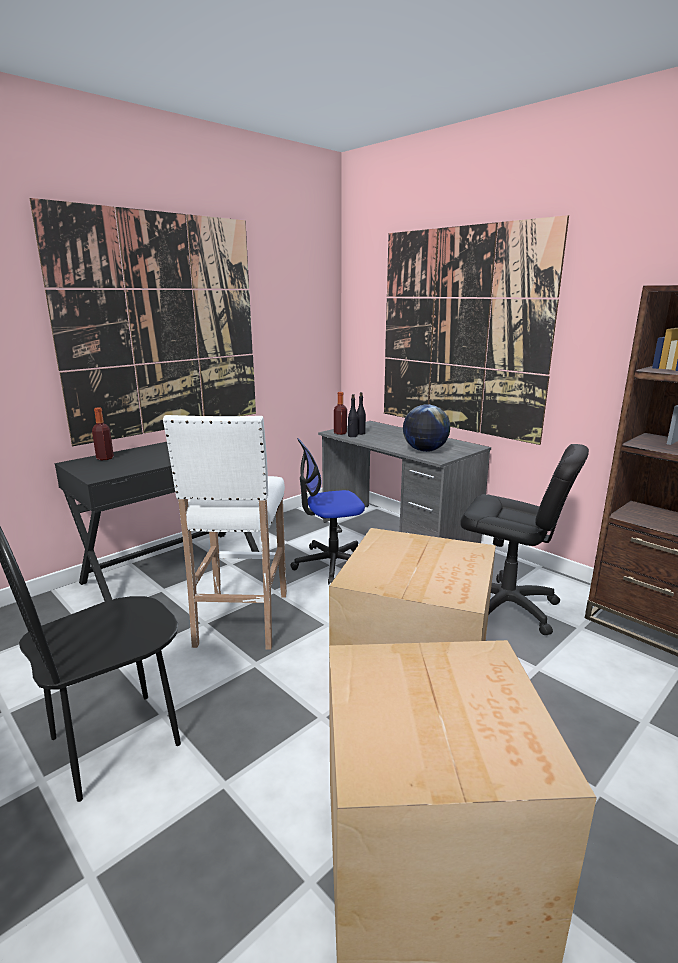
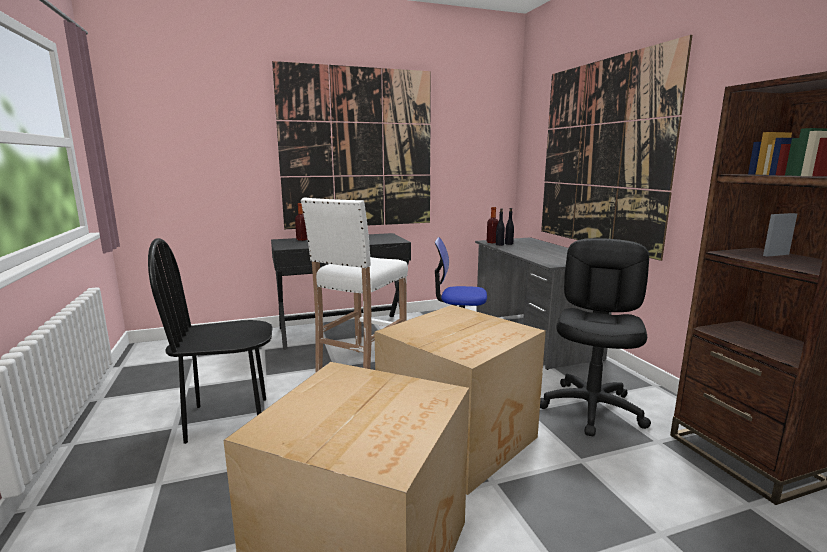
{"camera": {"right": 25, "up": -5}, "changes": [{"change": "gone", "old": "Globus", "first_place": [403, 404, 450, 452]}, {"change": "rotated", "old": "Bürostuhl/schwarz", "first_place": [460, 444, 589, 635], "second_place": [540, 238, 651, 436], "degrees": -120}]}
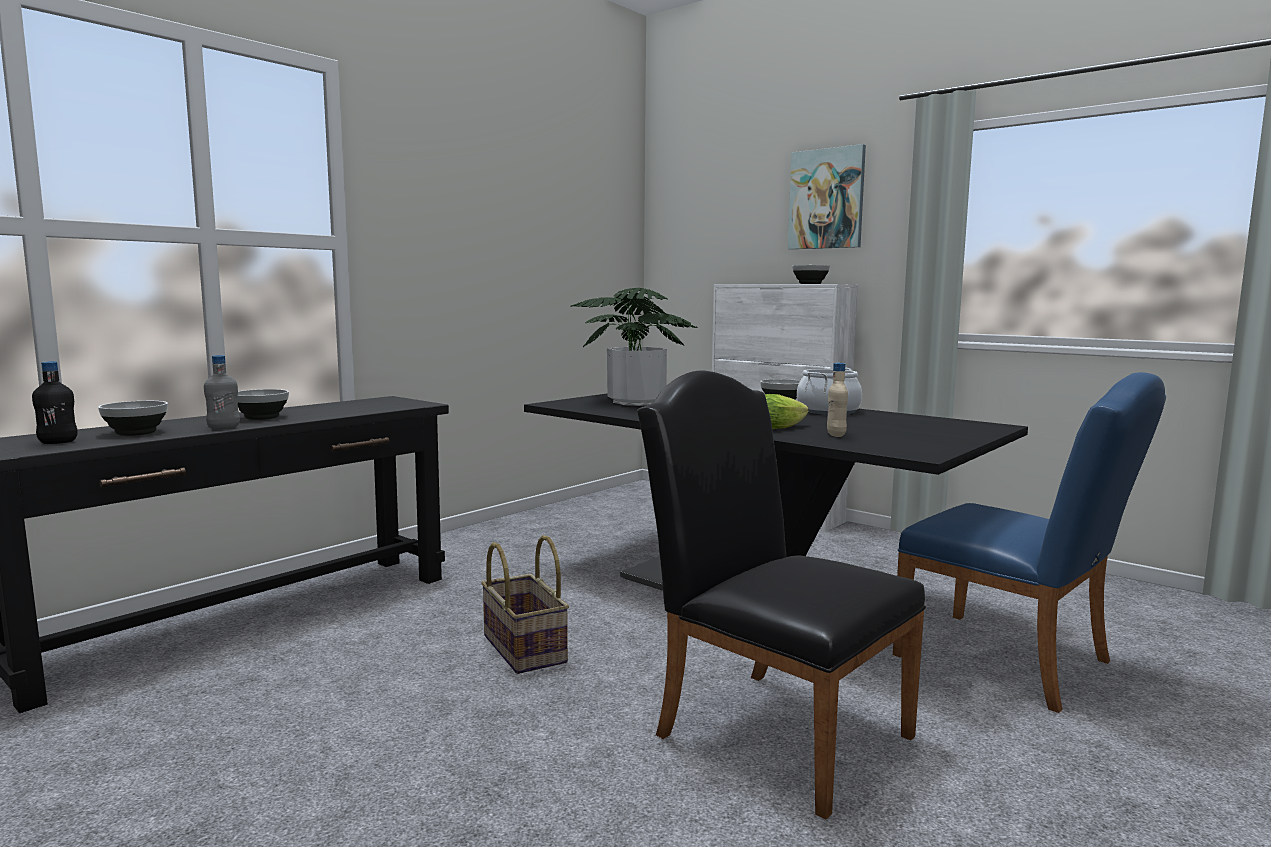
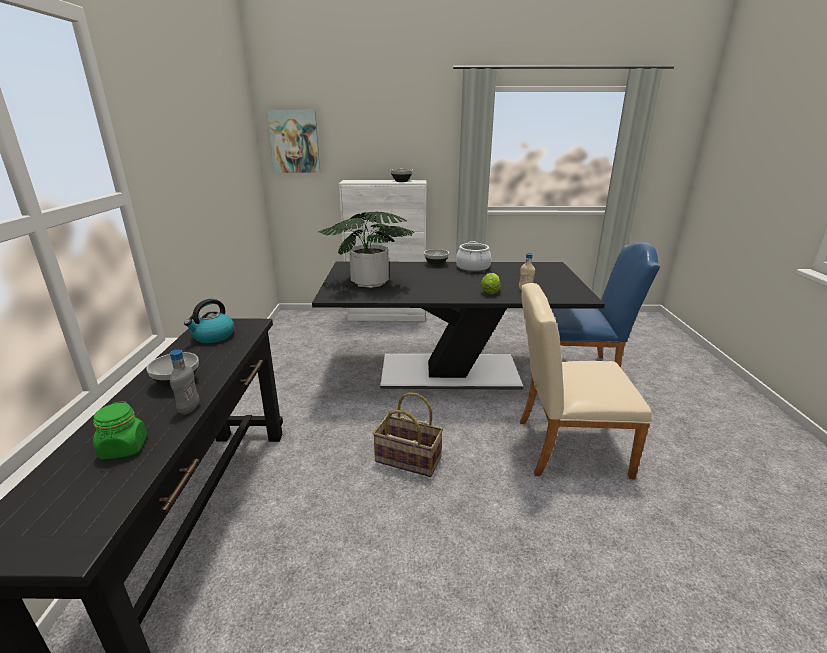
{"camera": {"right": -40, "up": 15}, "changes": [{"change": "shifted", "old": "Bild", "first_place": [788, 144, 866, 249], "second_place": [267, 110, 320, 173]}, {"change": "gone", "old": "Flasche/schwarz", "first_place": [32, 361, 78, 444]}, {"change": "repainted", "old": "Stuhl/schwarz", "new": "Stuhl/beige", "first_place": [637, 370, 926, 819], "second_place": [520, 283, 652, 479]}, {"change": "swapped", "old": "Schüssel", "new": "Vorratsglas/grün", "first_place": [98, 401, 168, 436], "second_place": [93, 401, 147, 459]}, {"change": "new", "new": "Wasserkessel", "second_place": [184, 299, 234, 343]}]}
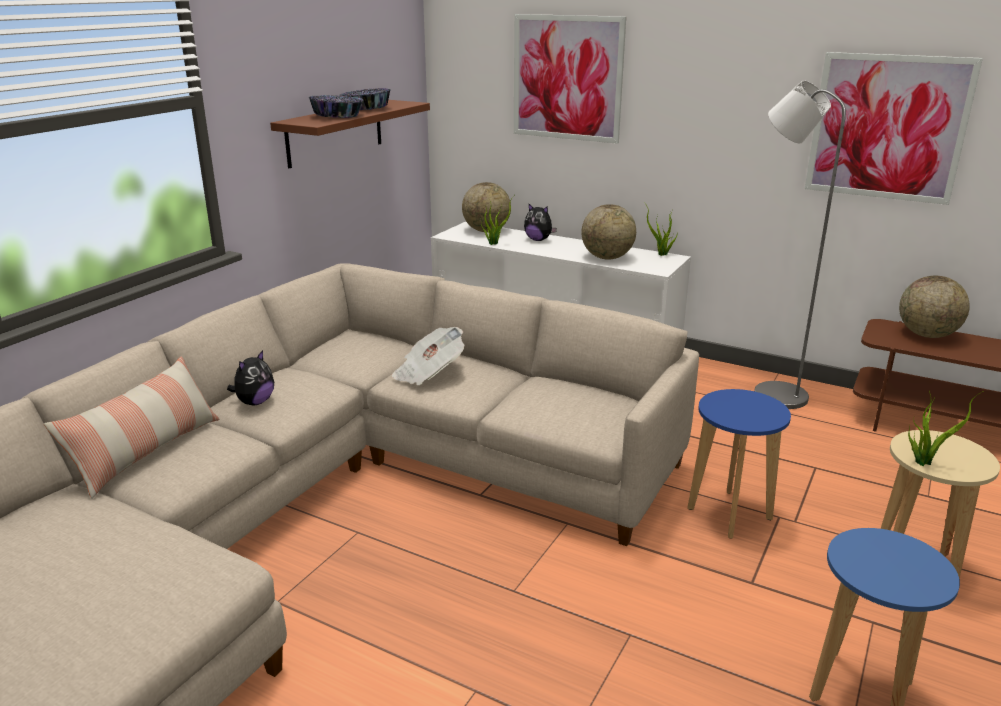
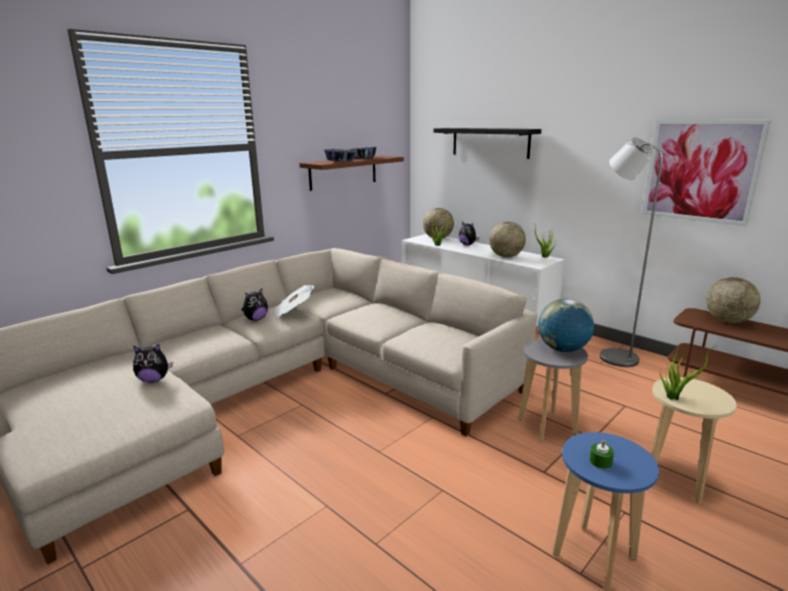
{"camera": {"right": 15, "up": -5}, "changes": [{"change": "swapped", "old": "Bild", "new": "Wandregal/schwarz", "first_place": [514, 14, 626, 144], "second_place": [433, 128, 541, 159]}, {"change": "shifted", "old": "Zeitung", "first_place": [392, 327, 464, 385], "second_place": [270, 285, 315, 317]}, {"change": "gone", "old": "Kissen", "first_place": [44, 357, 220, 499]}, {"change": "repainted", "old": "Hocker/blau", "new": "Hocker/grau", "first_place": [688, 389, 791, 538], "second_place": [518, 339, 588, 442]}, {"change": "new", "new": "Globus", "second_place": [538, 299, 594, 352]}, {"change": "new", "new": "Plüschtier", "second_place": [133, 344, 173, 383]}, {"change": "new", "new": "Kerze/grün", "second_place": [589, 440, 614, 469]}]}
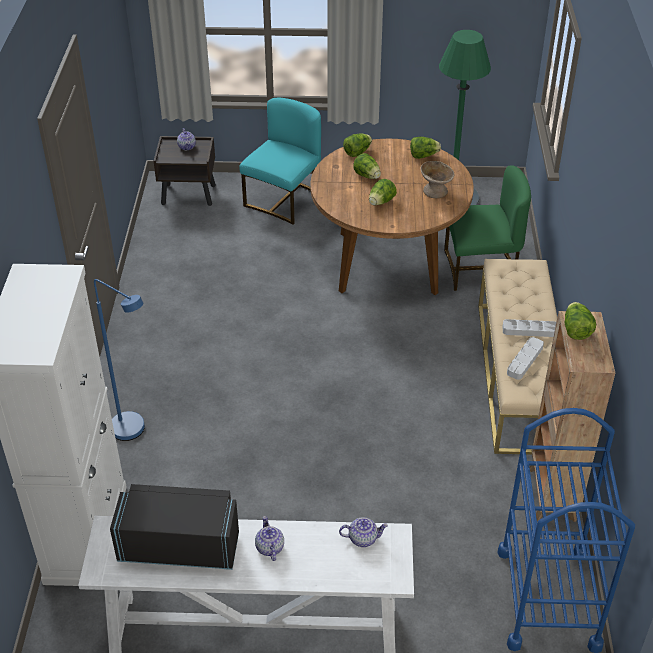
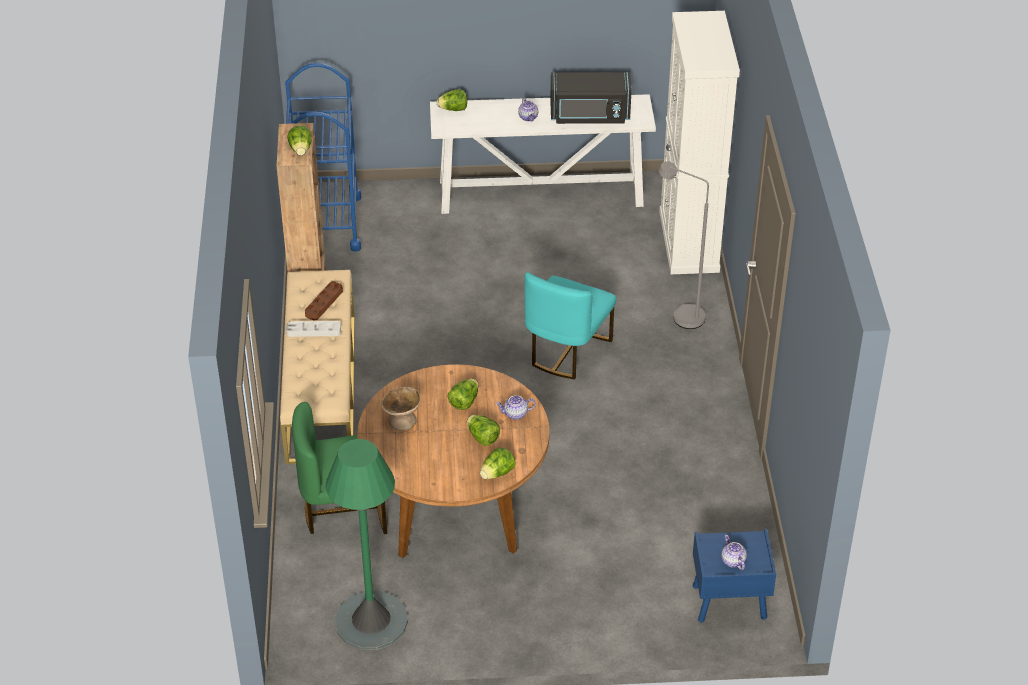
{"camera": {"right": 175, "up": 0}, "changes": [{"change": "shifted", "old": "Stuhl/türkis", "first_place": [239, 98, 321, 224], "second_place": [524, 272, 616, 379]}, {"change": "repainted", "old": "Nachttisch/braun", "new": "Nachttisch/blau", "first_place": [154, 136, 216, 206], "second_place": [693, 529, 776, 622]}, {"change": "shifted", "old": "Salatkopf", "first_place": [410, 137, 441, 159], "second_place": [437, 89, 467, 111]}, {"change": "repainted", "old": "Stehlampe/blau", "new": "Stehlampe/grau", "first_place": [94, 279, 145, 441], "second_place": [659, 161, 709, 329]}, {"change": "repainted", "old": "Tablett/grau", "new": "Tablett/braun", "first_place": [507, 337, 544, 380], "second_place": [305, 281, 343, 320]}, {"change": "shifted", "old": "Teekanne", "first_place": [339, 517, 388, 547], "second_place": [496, 395, 536, 420]}]}
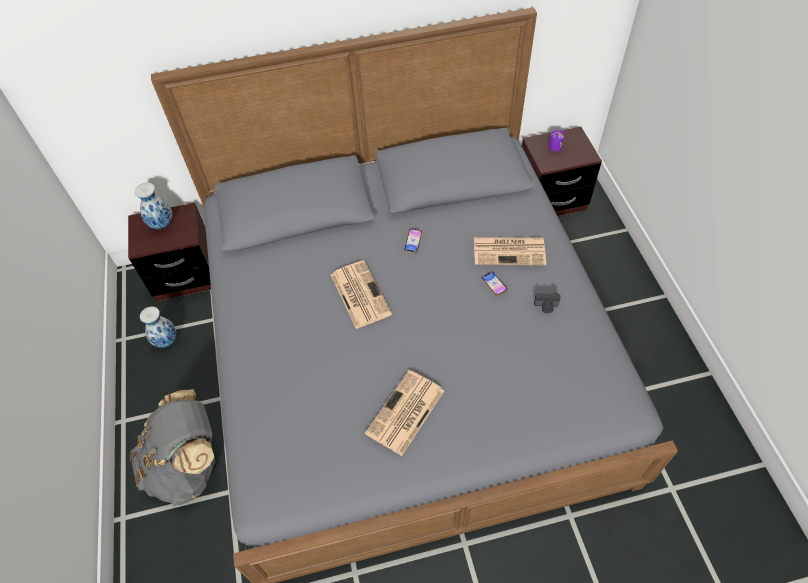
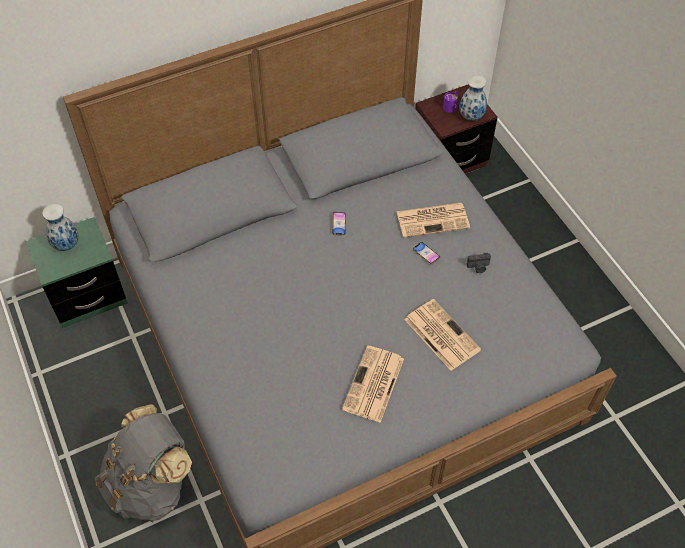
{"camera": {"right": -15, "up": 0}, "changes": [{"change": "repainted", "old": "Nachttisch/braun", "new": "Nachttisch/grün", "first_place": [128, 203, 211, 301], "second_place": [26, 217, 128, 328]}, {"change": "shifted", "old": "Zeitung", "first_place": [331, 260, 392, 329], "second_place": [404, 299, 481, 371]}, {"change": "shifted", "old": "Vase", "first_place": [140, 307, 177, 348], "second_place": [459, 75, 487, 121]}]}
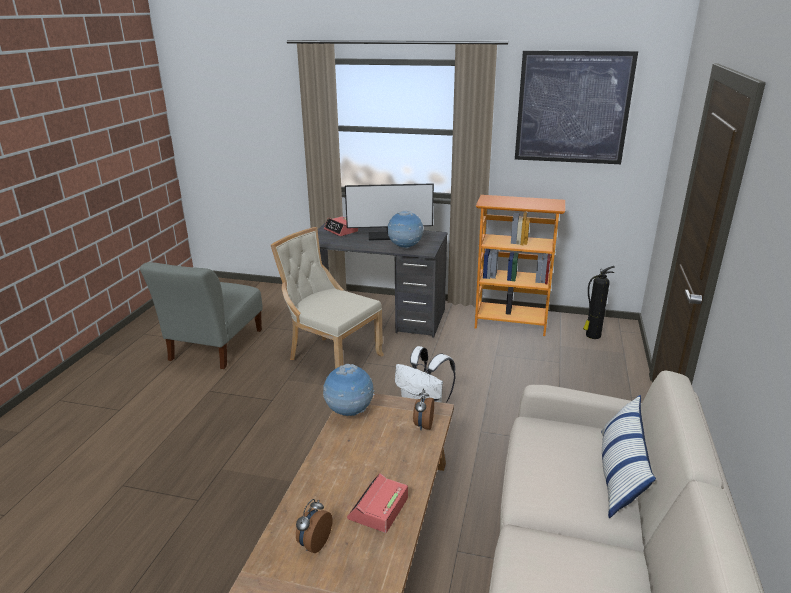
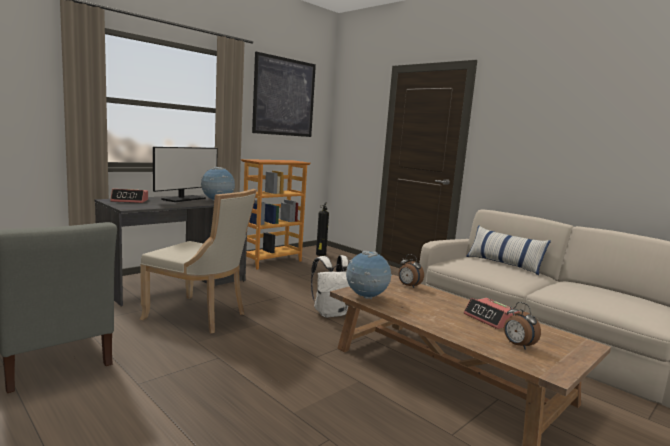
{"camera": {"right": -60, "up": -15}, "changes": [{"change": "rotated", "old": "Stuhl/beige", "first_place": [271, 227, 384, 369], "second_place": [140, 189, 257, 333], "degrees": -135}]}
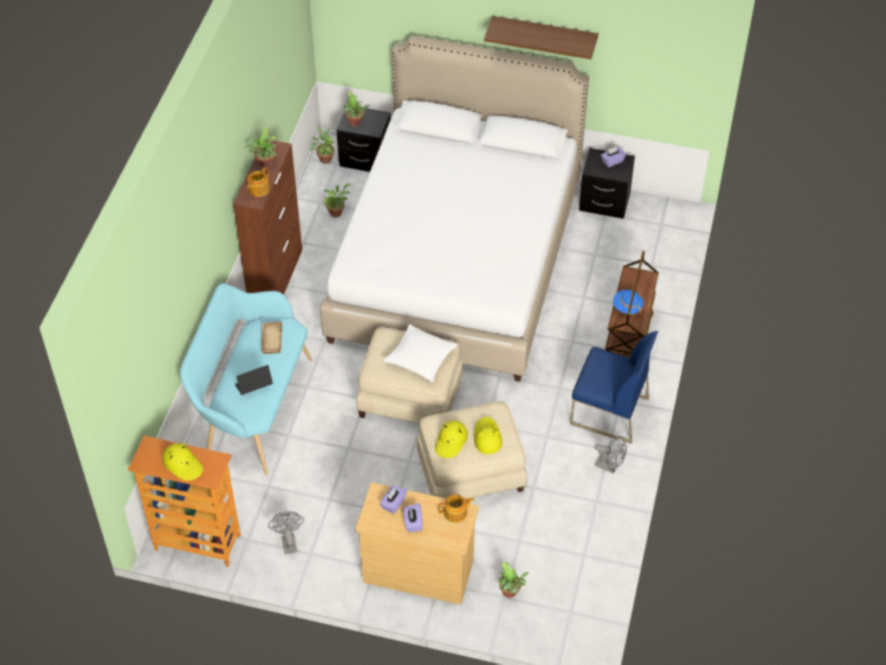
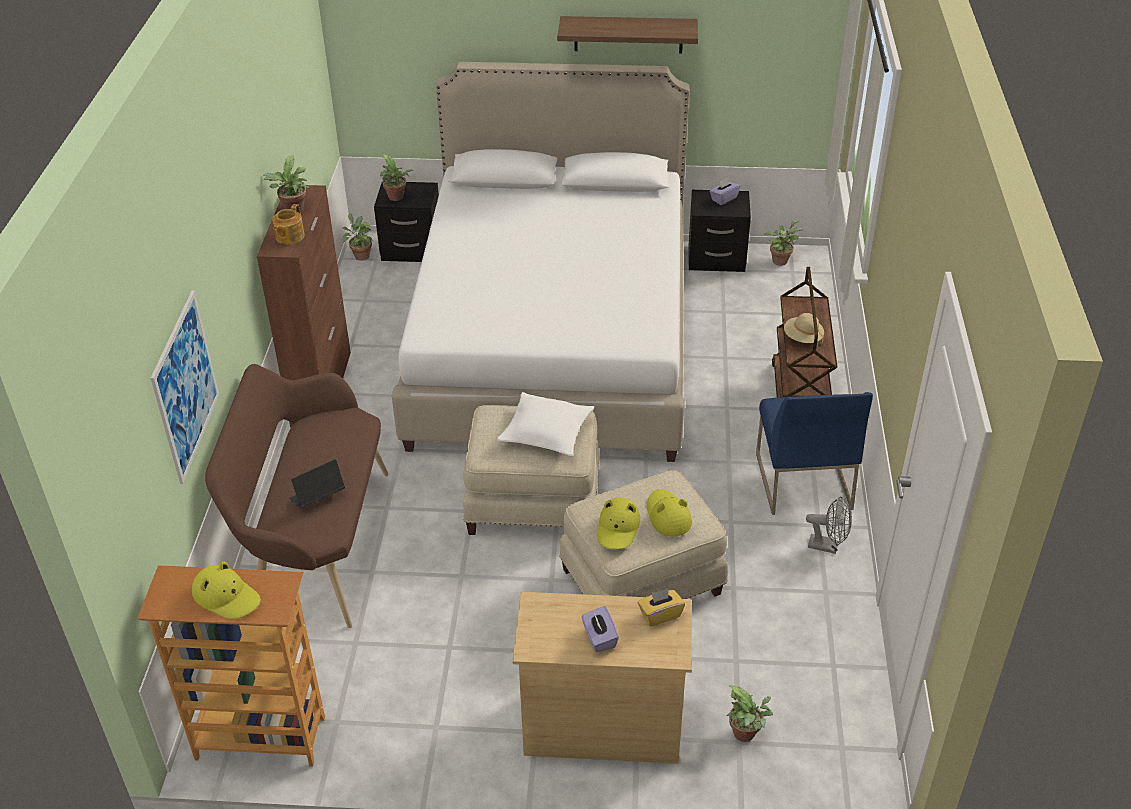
{"camera": {"right": -10, "up": -10}, "changes": [{"change": "shifted", "old": "Topfpflanze", "first_place": [323, 183, 351, 217], "second_place": [764, 220, 803, 266]}, {"change": "repainted", "old": "Bank/türkis", "new": "Bank/braun", "first_place": [180, 283, 312, 475], "second_place": [205, 364, 388, 628]}, {"change": "repainted", "old": "Hut/blau", "new": "Hut/beige", "first_place": [613, 290, 643, 314], "second_place": [784, 313, 824, 344]}, {"change": "gone", "old": "Tablett/beige", "first_place": [261, 321, 282, 354]}, {"change": "rotated", "old": "Stuhl/blau", "first_place": [570, 331, 658, 444], "second_place": [756, 392, 873, 515], "degrees": 75}, {"change": "gone", "old": "Taschentuchbox/lila", "first_place": [380, 485, 407, 514]}, {"change": "swapped", "old": "Teekanne", "new": "Taschentuchbox/gelb", "first_place": [438, 494, 474, 523], "second_place": [638, 589, 685, 627]}, {"change": "gone", "old": "Ventilator/grau", "first_place": [268, 512, 304, 554]}, {"change": "new", "new": "Bild", "second_place": [151, 290, 219, 484]}]}
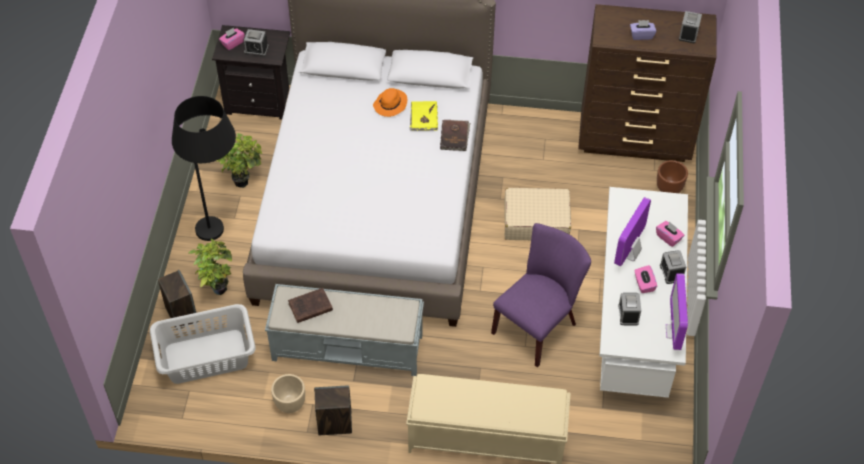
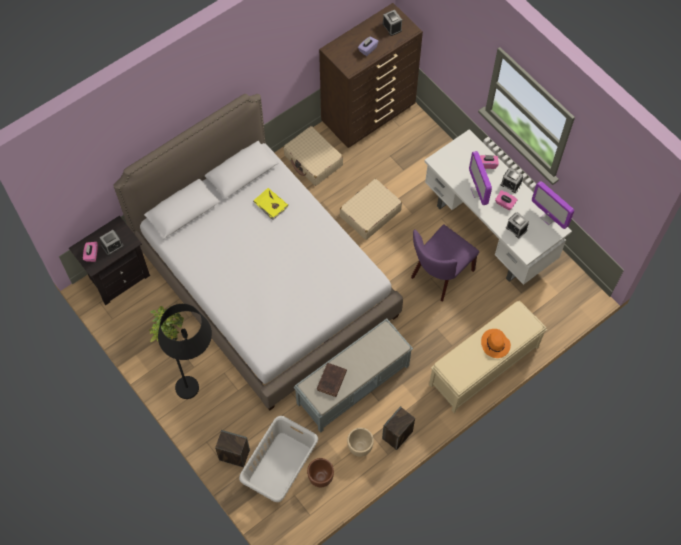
{"camera": {"right": -45, "up": 10}, "changes": [{"change": "shifted", "old": "Hut/orange", "first_place": [373, 88, 407, 117], "second_place": [481, 329, 511, 358]}, {"change": "gone", "old": "Buch/braun", "first_place": [440, 120, 470, 151]}, {"change": "shifted", "old": "Pflanzkübel/braun", "first_place": [657, 160, 688, 193], "second_place": [307, 458, 334, 487]}, {"change": "rotated", "old": "Stuhl/lila", "first_place": [491, 223, 591, 368], "second_place": [411, 224, 479, 301], "degrees": -135}, {"change": "gone", "old": "Topfpflanze", "first_place": [188, 239, 232, 295]}, {"change": "new", "new": "Koffer/beige", "second_place": [283, 126, 343, 186]}]}
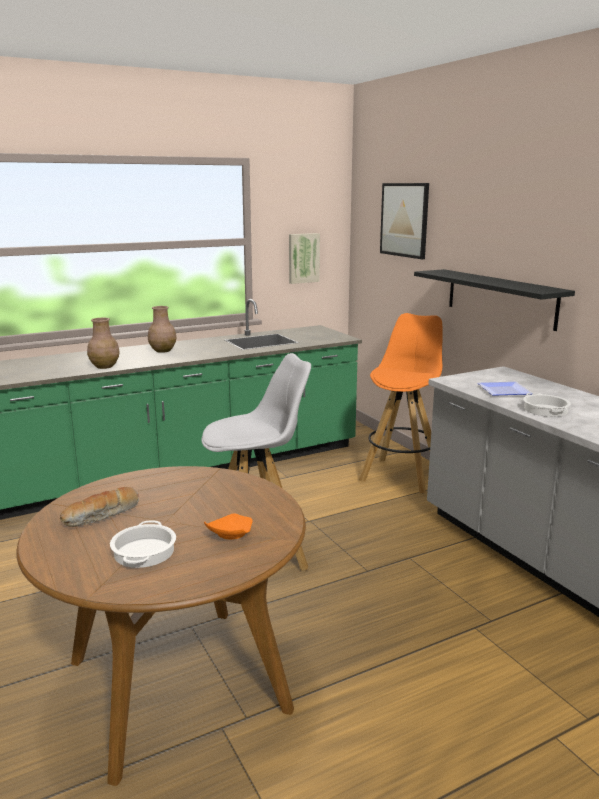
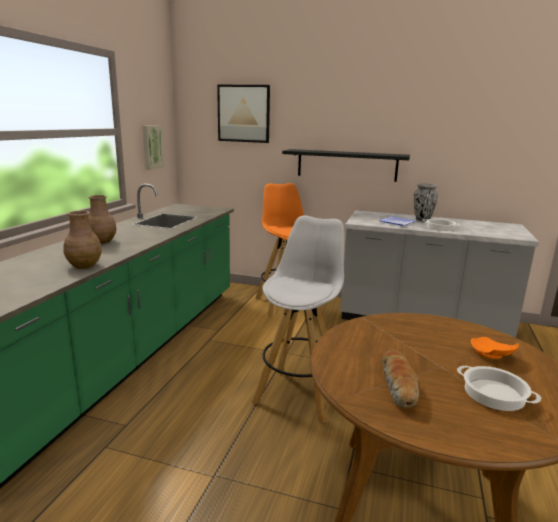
{"camera": {"right": -45, "up": 0}, "changes": [{"change": "new", "new": "Vase", "second_place": [414, 183, 438, 221]}]}
